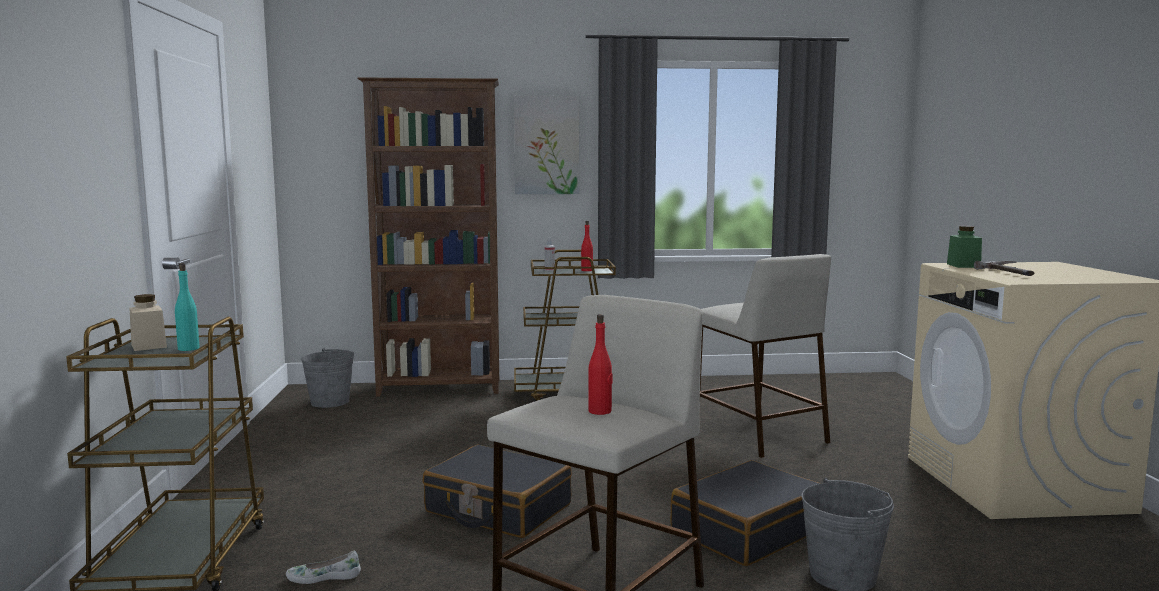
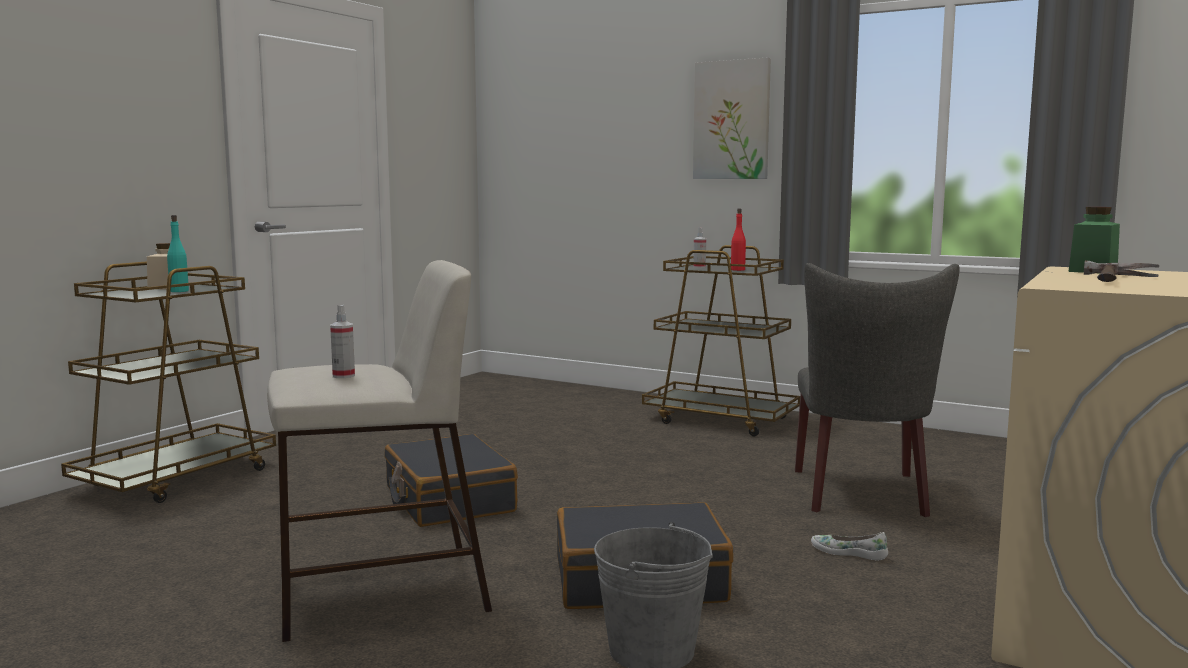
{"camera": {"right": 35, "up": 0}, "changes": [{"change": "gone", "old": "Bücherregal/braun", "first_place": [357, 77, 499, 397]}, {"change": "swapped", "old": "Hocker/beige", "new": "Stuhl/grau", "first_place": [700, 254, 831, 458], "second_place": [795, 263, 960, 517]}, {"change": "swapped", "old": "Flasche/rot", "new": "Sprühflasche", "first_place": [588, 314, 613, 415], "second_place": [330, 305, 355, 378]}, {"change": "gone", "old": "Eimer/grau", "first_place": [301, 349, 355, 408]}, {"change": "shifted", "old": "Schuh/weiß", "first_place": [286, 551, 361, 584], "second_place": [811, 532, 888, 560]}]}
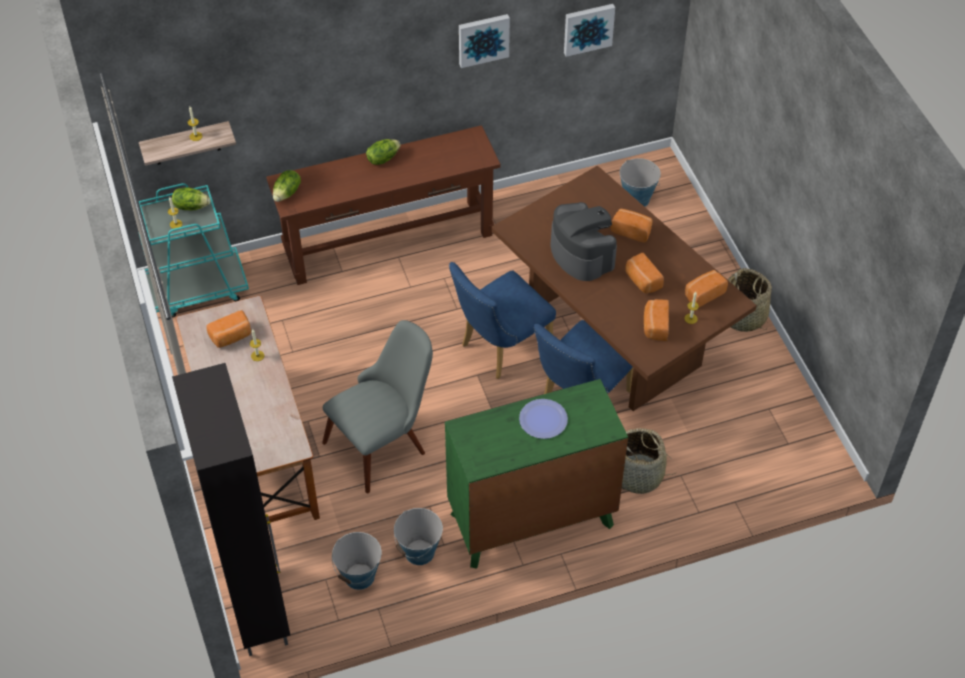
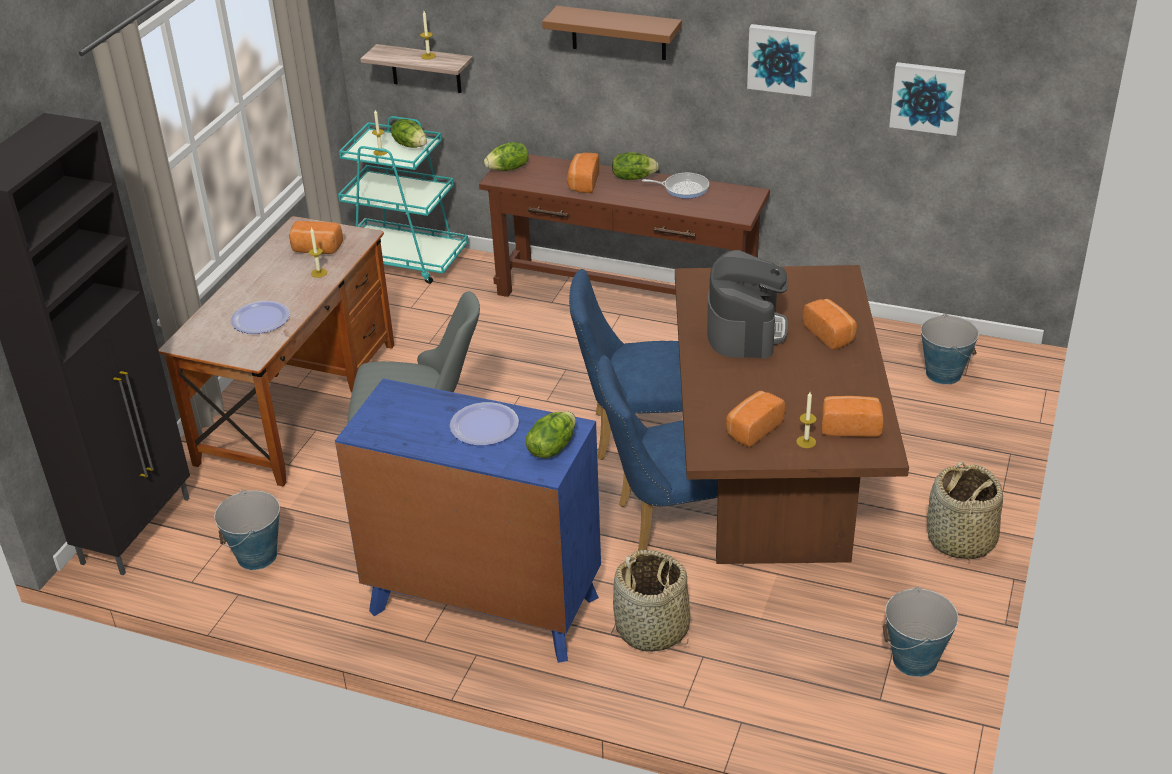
{"camera": {"right": 40, "up": -15}, "changes": [{"change": "shifted", "old": "Brot", "first_place": [625, 253, 664, 294], "second_place": [567, 153, 599, 193]}, {"change": "repainted", "old": "Kommode/grün", "new": "Kommode/blau", "first_place": [445, 379, 628, 569], "second_place": [335, 378, 601, 663]}, {"change": "shifted", "old": "Eimer", "first_place": [394, 508, 443, 565], "second_place": [883, 586, 958, 677]}, {"change": "new", "new": "Wandregal/braun", "second_place": [542, 6, 682, 60]}, {"change": "new", "new": "Pfanne", "second_place": [642, 173, 709, 199]}, {"change": "new", "new": "Teller", "second_place": [231, 301, 290, 334]}, {"change": "new", "new": "Salatkopf", "second_place": [526, 411, 576, 458]}]}
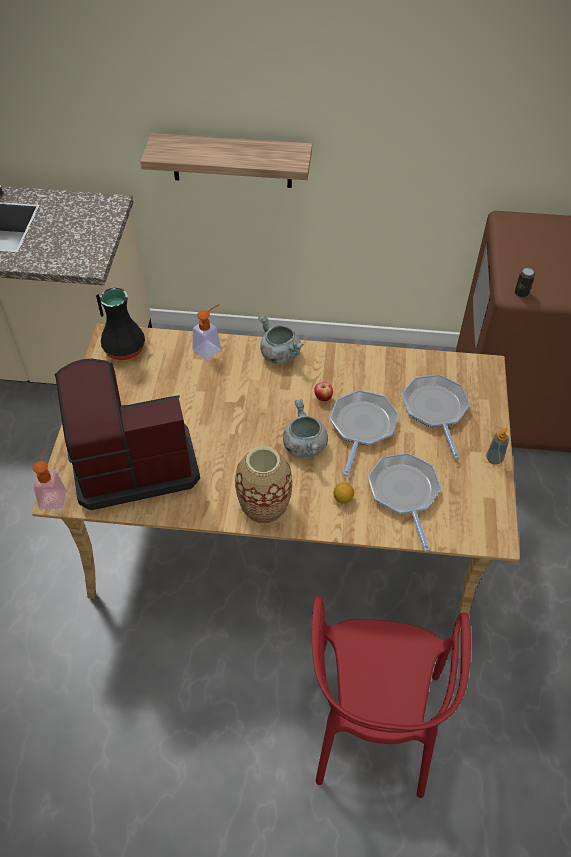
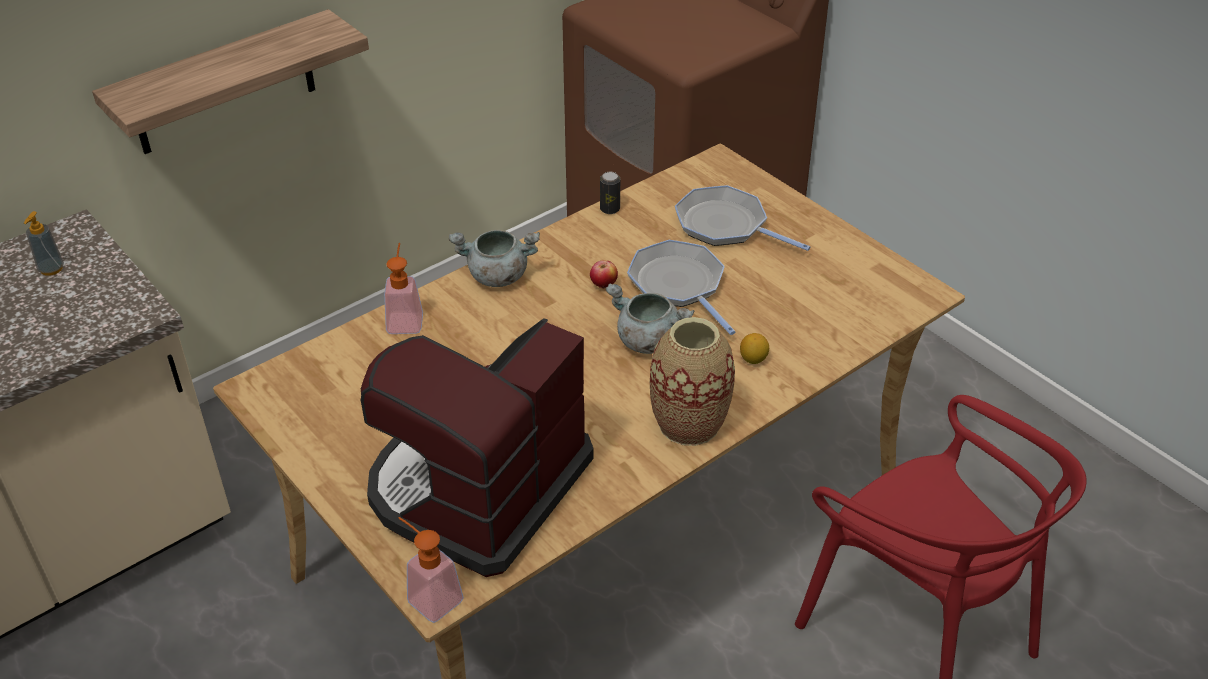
{"camera": {"right": -45, "up": -10}, "changes": [{"change": "shifted", "old": "Dose", "first_place": [515, 268, 535, 297], "second_place": [600, 172, 620, 214]}, {"change": "gone", "old": "Vase/schwarz", "first_place": [100, 288, 145, 360]}, {"change": "shifted", "old": "Seifenspender", "first_place": [486, 428, 509, 465], "second_place": [24, 211, 64, 276]}, {"change": "gone", "old": "Pfanne", "first_place": [368, 453, 441, 552]}]}
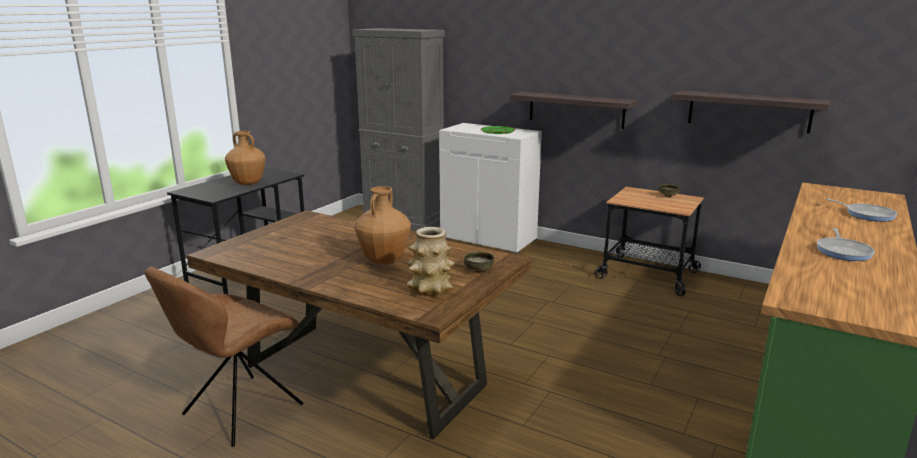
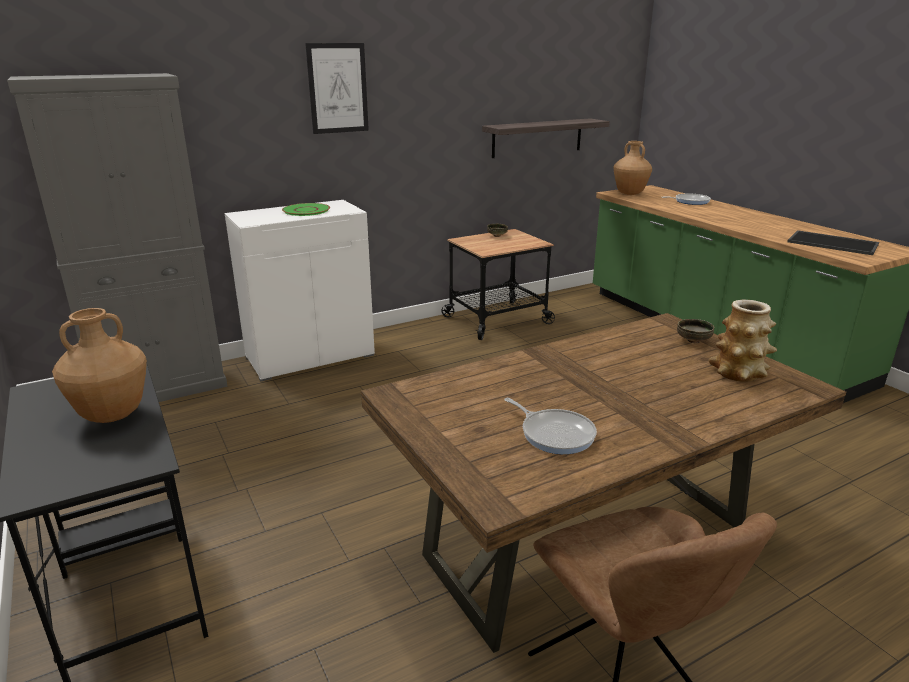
{"camera": {"right": -60, "up": 5}, "changes": [{"change": "gone", "old": "Wandregal", "first_place": [510, 92, 638, 129]}, {"change": "shifted", "old": "Vase/braun", "first_place": [354, 186, 411, 264], "second_place": [613, 141, 652, 195]}, {"change": "shifted", "old": "Pfanne", "first_place": [817, 228, 875, 261], "second_place": [504, 398, 597, 454]}, {"change": "new", "new": "Bild", "second_place": [305, 43, 369, 134]}, {"change": "new", "new": "Tablett", "second_place": [787, 230, 879, 255]}]}
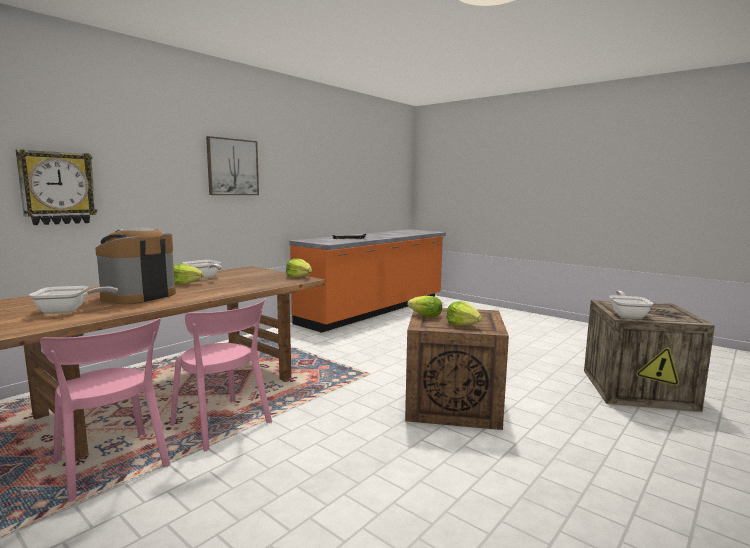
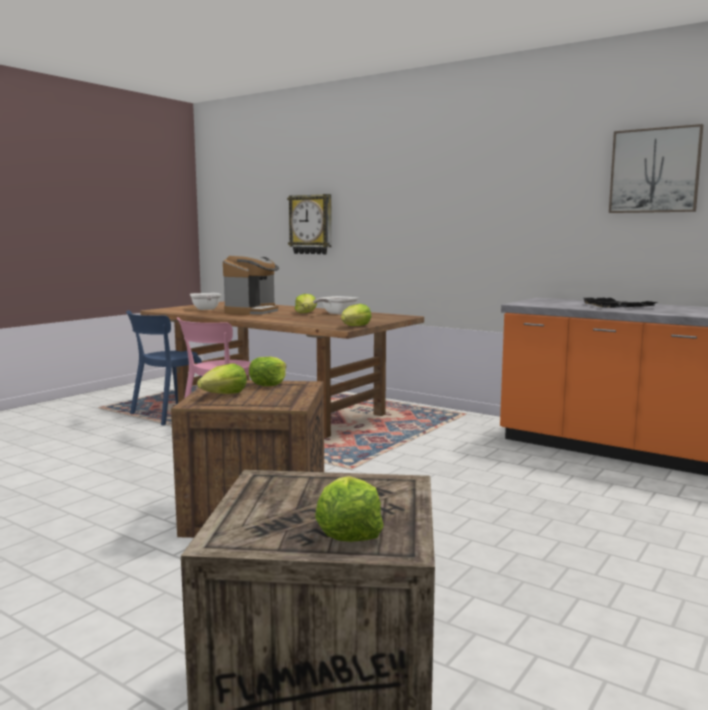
{"camera": {"right": 85, "up": 0}, "changes": [{"change": "shifted", "old": "Bild", "first_place": [206, 136, 259, 195], "second_place": [609, 124, 703, 213]}, {"change": "rotated", "old": "Kaffeemaschine", "first_place": [95, 228, 176, 304], "second_place": [223, 254, 279, 315], "degrees": 90}, {"change": "gone", "old": "Pfanne", "first_place": [610, 291, 654, 319]}, {"change": "repainted", "old": "Stuhl/rosa", "new": "Stuhl/blau", "first_place": [40, 318, 170, 502], "second_place": [126, 310, 202, 425]}, {"change": "new", "new": "Salatkopf", "second_place": [315, 476, 383, 542]}]}
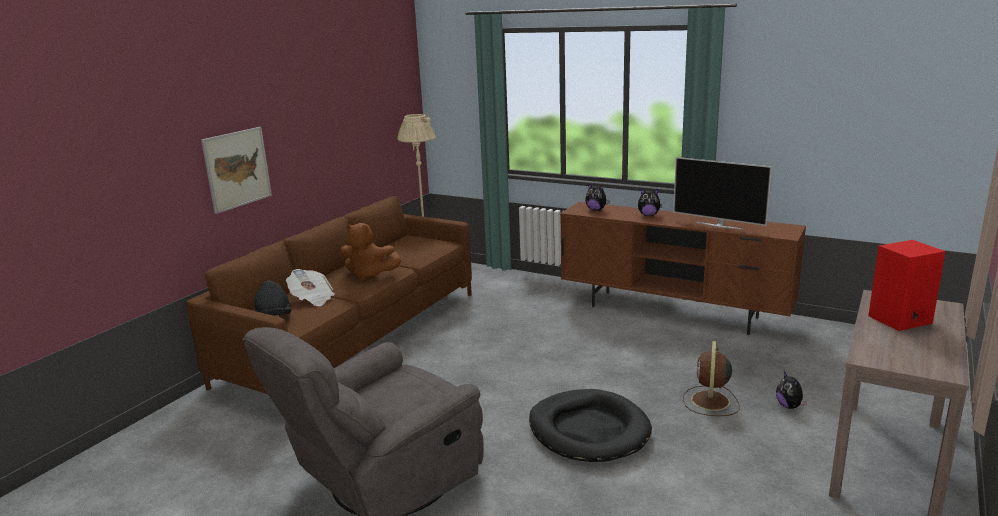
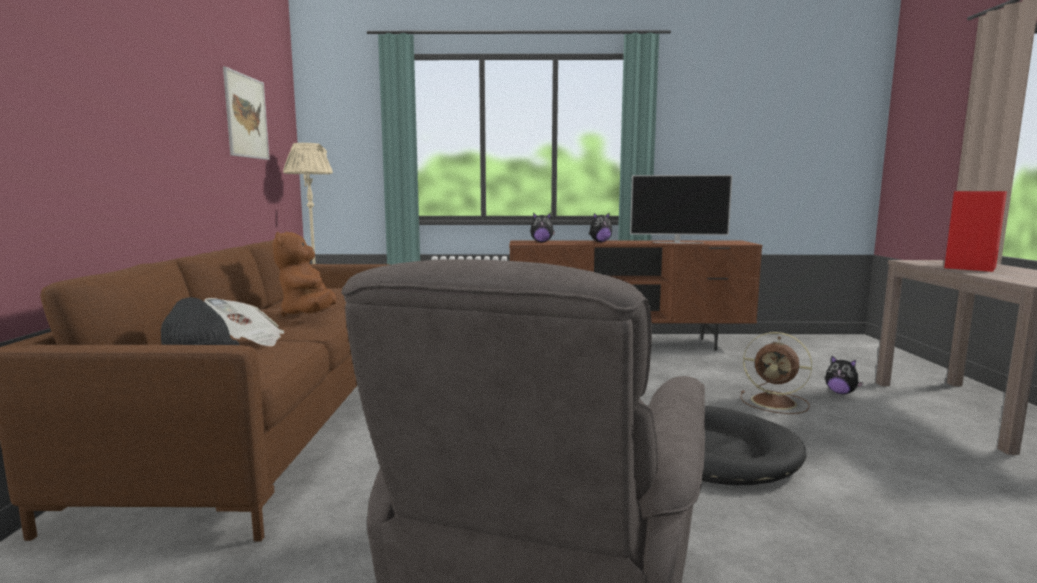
{"camera": {"right": -30, "up": -10}, "changes": [{"change": "shifted", "old": "Bild", "first_place": [201, 127, 272, 214], "second_place": [223, 67, 270, 160]}, {"change": "rotated", "old": "Plüschtier/braun", "first_place": [341, 223, 401, 281], "second_place": [273, 232, 336, 317], "degrees": 90}, {"change": "rotated", "old": "Ventilator/braun", "first_place": [683, 341, 740, 416], "second_place": [740, 332, 812, 414], "degrees": -45}]}
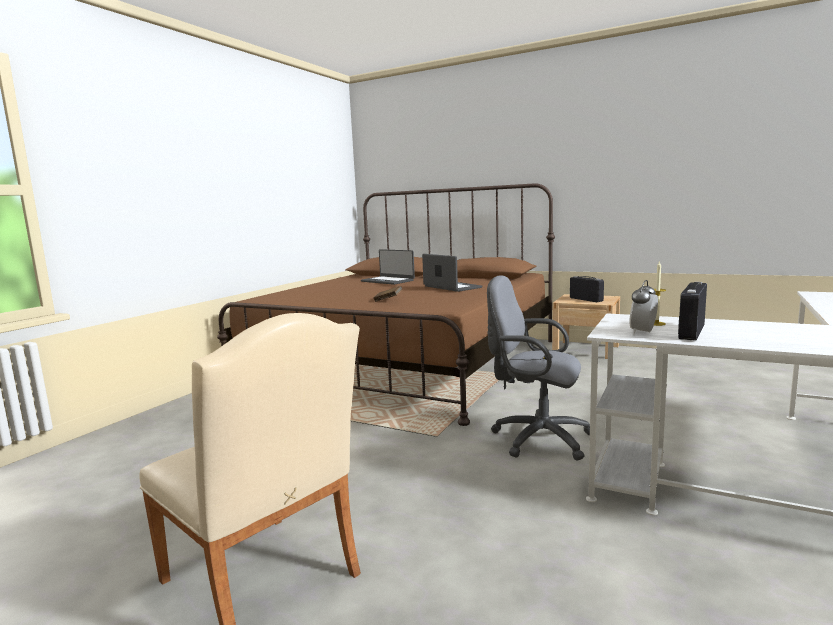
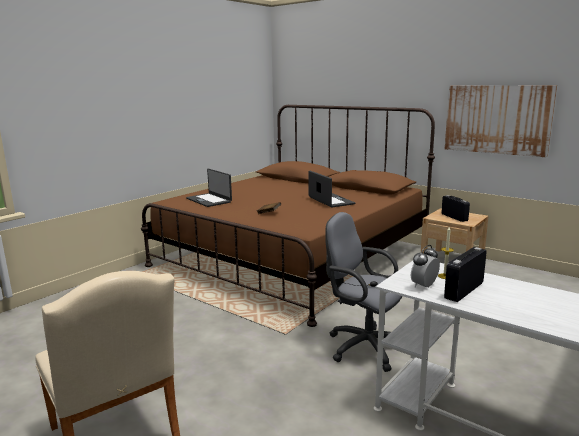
{"camera": {"right": 10, "up": 5}, "changes": [{"change": "shifted", "old": "Laptop", "first_place": [361, 249, 415, 285], "second_place": [186, 168, 232, 207]}, {"change": "new", "new": "Bild", "second_place": [445, 85, 557, 157]}]}
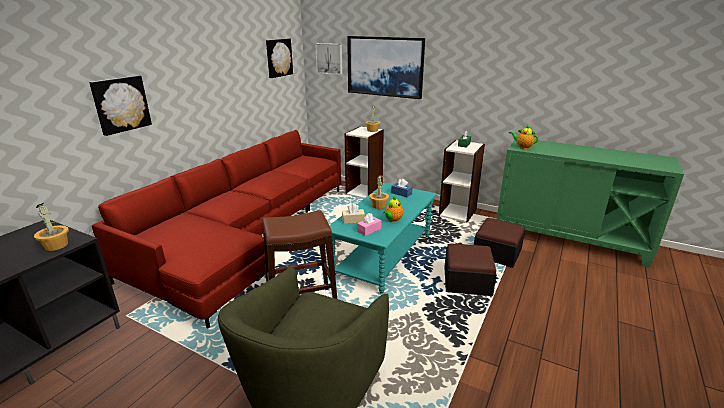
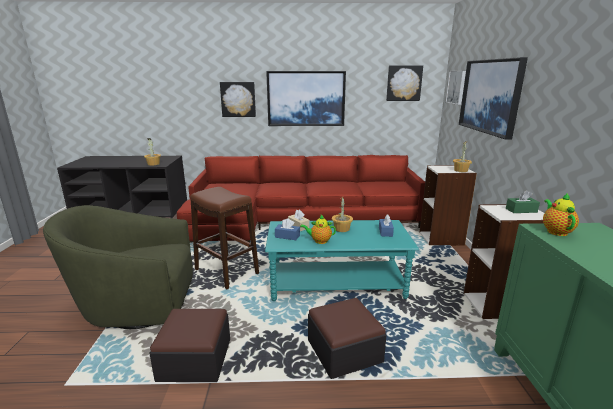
{"camera": {"right": 60, "up": -5}, "changes": [{"change": "repainted", "old": "Taschentuchbox/rosa", "new": "Taschentuchbox/blau", "first_place": [357, 213, 381, 236], "second_place": [275, 218, 300, 240]}, {"change": "shifted", "old": "Polsterhocker", "first_place": [474, 218, 525, 268], "second_place": [150, 309, 230, 382]}, {"change": "new", "new": "Bild", "second_place": [266, 71, 346, 126]}]}
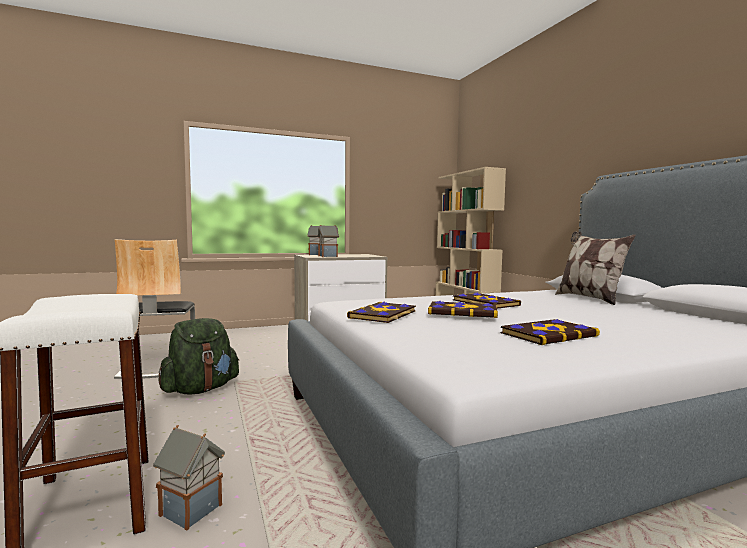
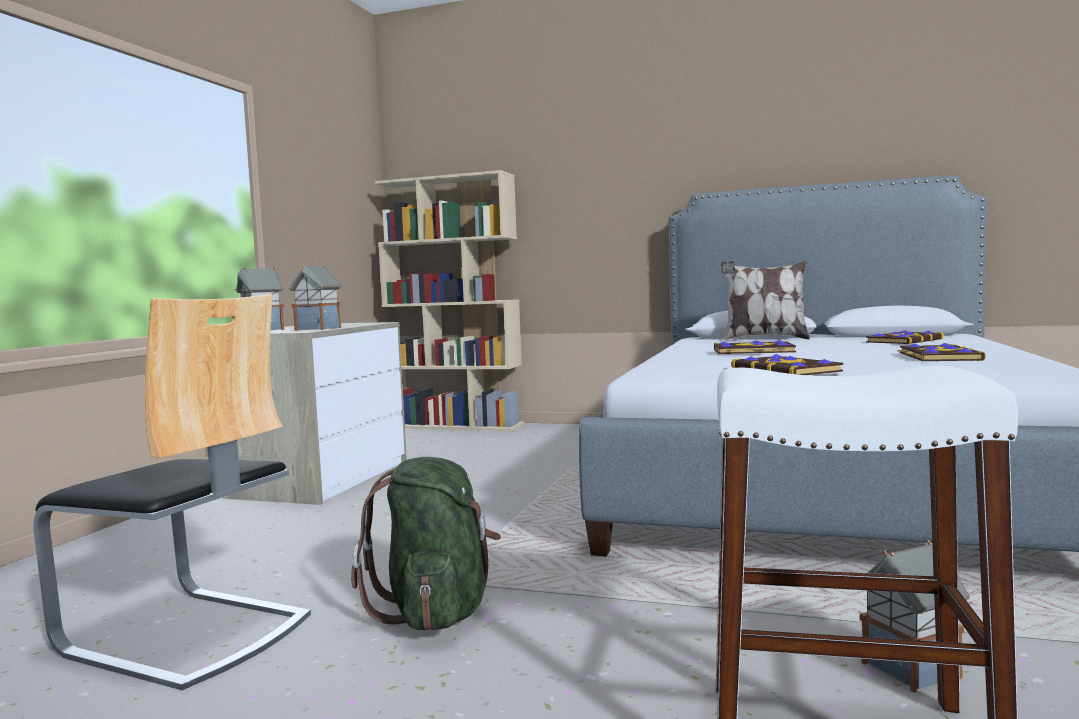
{"camera": {"right": -50, "up": 0}, "changes": [{"change": "shifted", "old": "Buch", "first_place": [428, 301, 498, 318], "second_place": [866, 330, 944, 344]}]}
